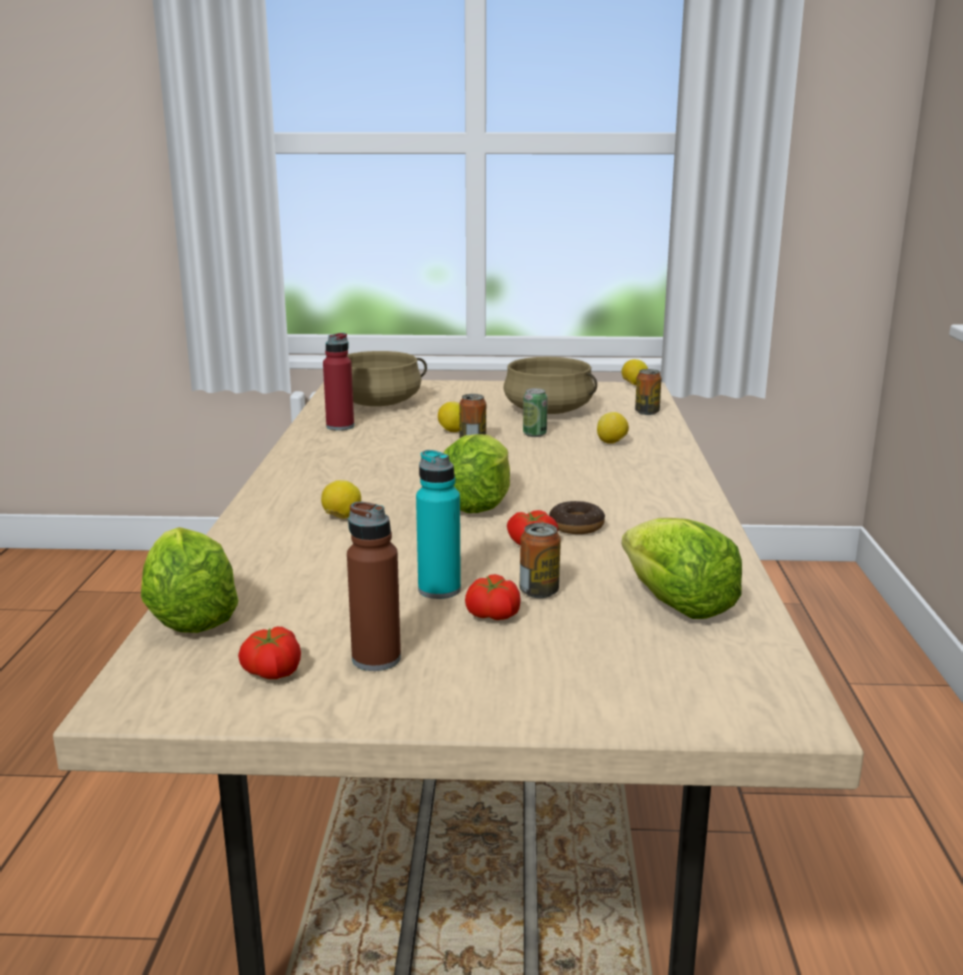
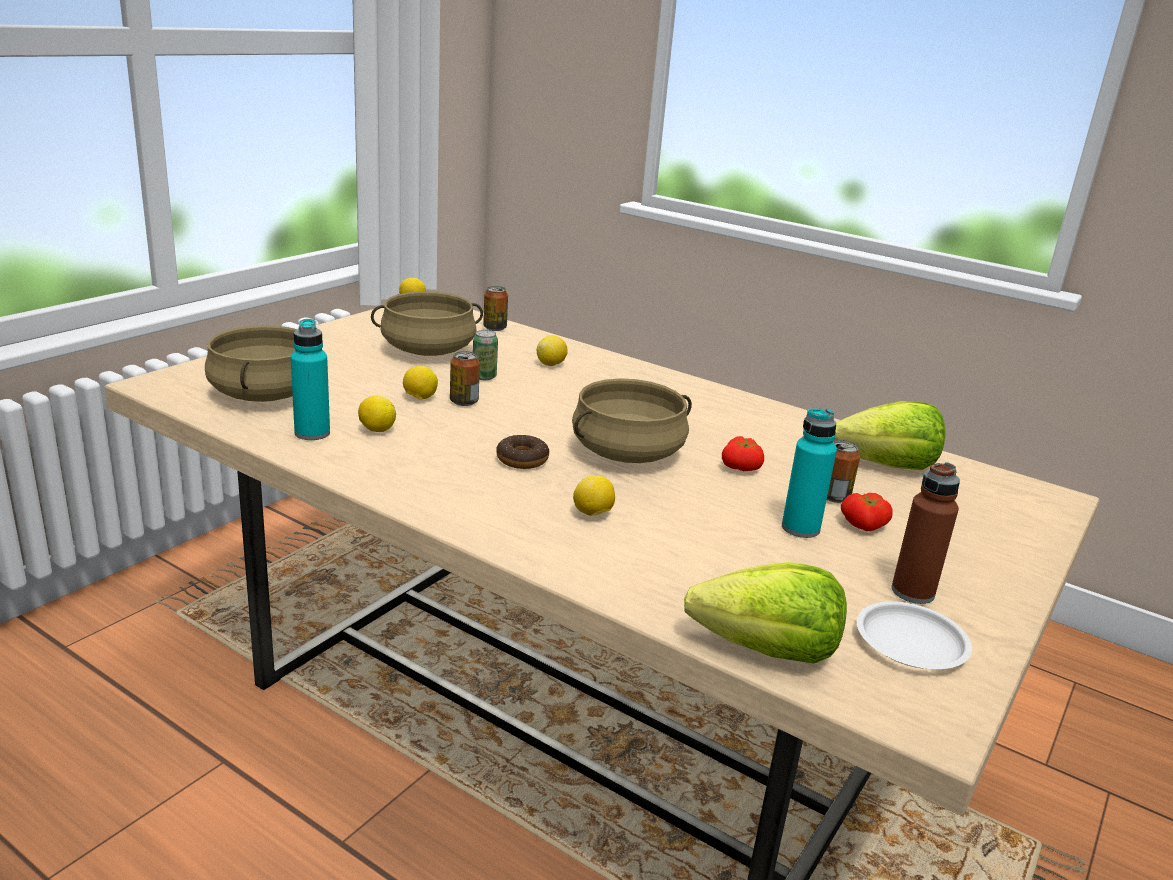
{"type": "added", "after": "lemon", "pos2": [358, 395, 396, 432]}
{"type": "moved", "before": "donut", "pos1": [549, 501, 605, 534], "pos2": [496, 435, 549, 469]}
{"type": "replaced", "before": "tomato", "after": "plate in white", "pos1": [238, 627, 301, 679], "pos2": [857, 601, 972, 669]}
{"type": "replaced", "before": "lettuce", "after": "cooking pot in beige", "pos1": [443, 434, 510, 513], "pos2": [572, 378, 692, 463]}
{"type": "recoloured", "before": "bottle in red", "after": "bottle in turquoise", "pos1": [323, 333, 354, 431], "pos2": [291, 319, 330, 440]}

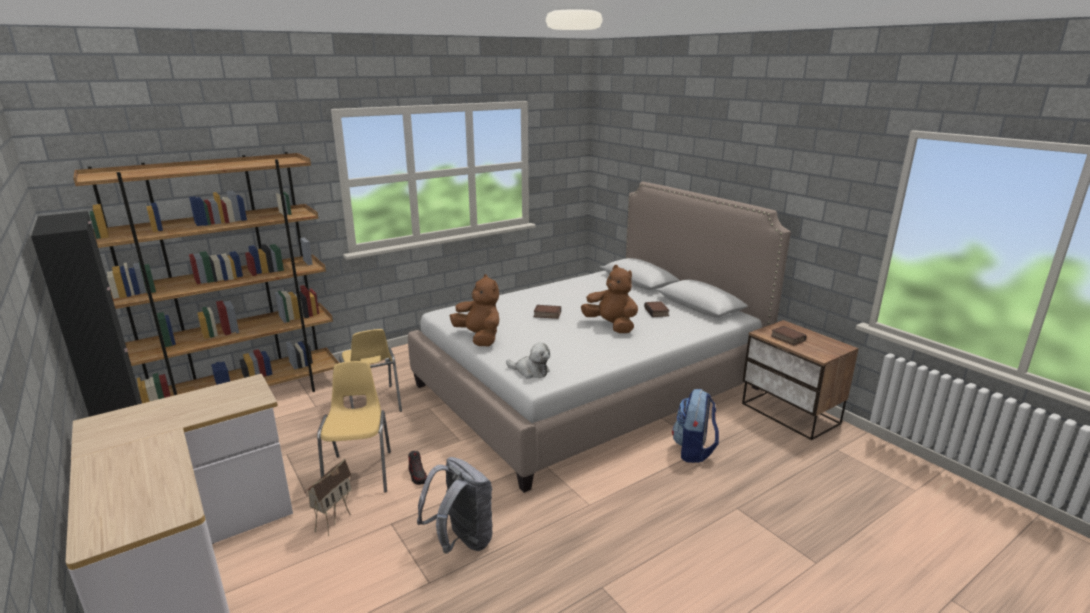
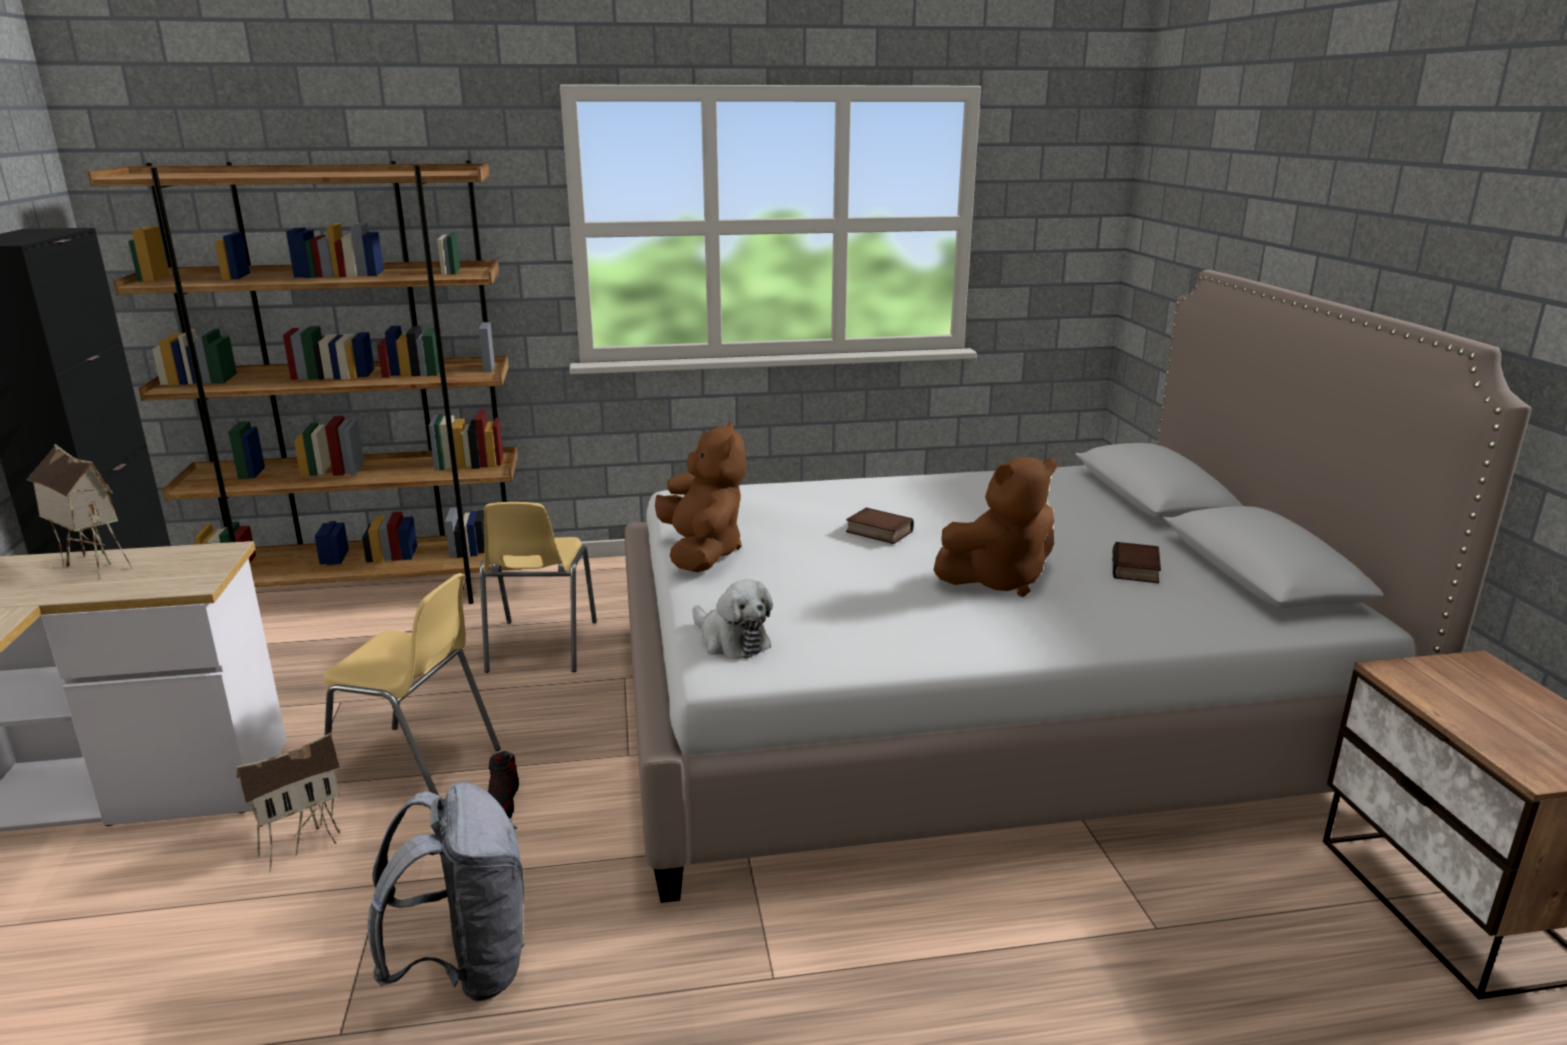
{"type": "removed", "before": "backpack", "pos1": [672, 389, 719, 463]}
{"type": "removed", "before": "book", "pos1": [771, 326, 806, 346]}
{"type": "added", "after": "toy house", "pos2": [27, 444, 133, 580]}
{"type": "turned", "before": "chair in yellow", "pos1": [317, 361, 391, 493], "pos2": [323, 573, 501, 796], "turn": 90}
{"type": "turned", "before": "plush toy in brown", "pos1": [581, 265, 638, 333], "pos2": [933, 457, 1057, 597], "turn": 90}

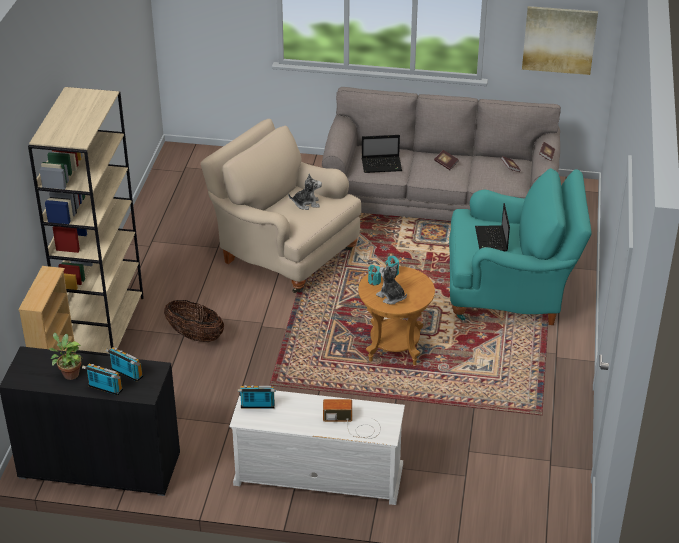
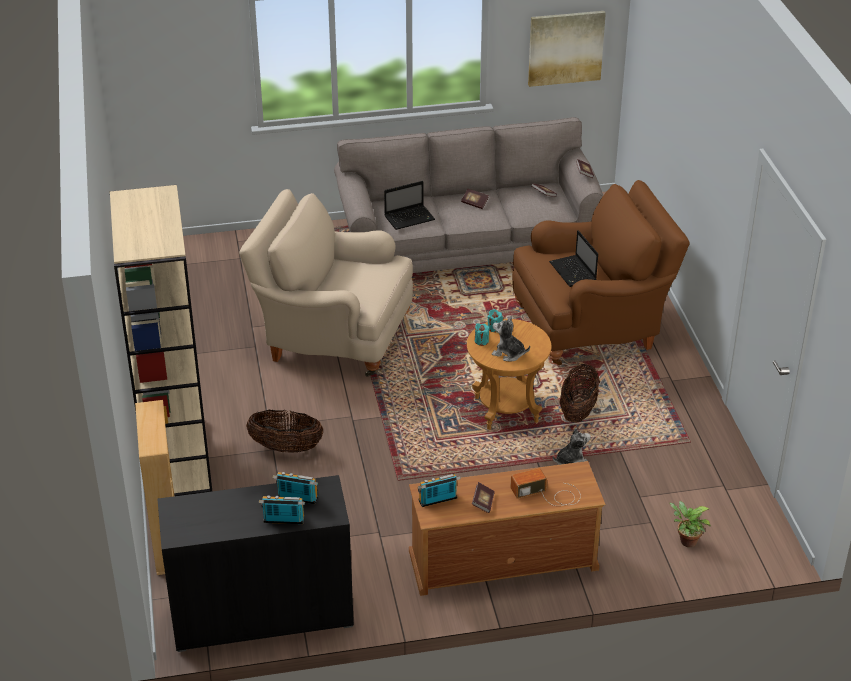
{"type": "added", "after": "book", "pos2": [472, 482, 495, 513]}
{"type": "added", "after": "basket", "pos2": [559, 364, 600, 423]}
{"type": "moved", "before": "potted plant", "pos1": [49, 333, 82, 380], "pos2": [669, 501, 711, 547]}
{"type": "moved", "before": "plush toy", "pos1": [288, 173, 322, 210], "pos2": [553, 428, 591, 465]}
{"type": "recoloured", "before": "tv stand in white", "after": "tv stand in brown", "pos1": [229, 391, 405, 505], "pos2": [409, 461, 606, 596]}
{"type": "recoloured", "before": "armchair in turquoise", "after": "armchair in brown", "pos1": [449, 168, 592, 325], "pos2": [512, 180, 690, 365]}

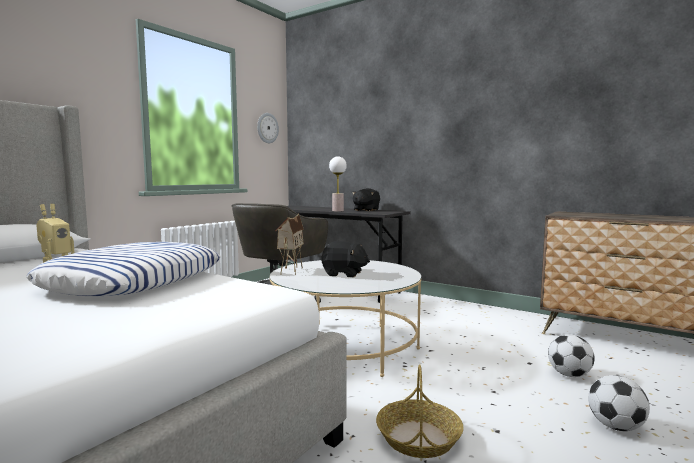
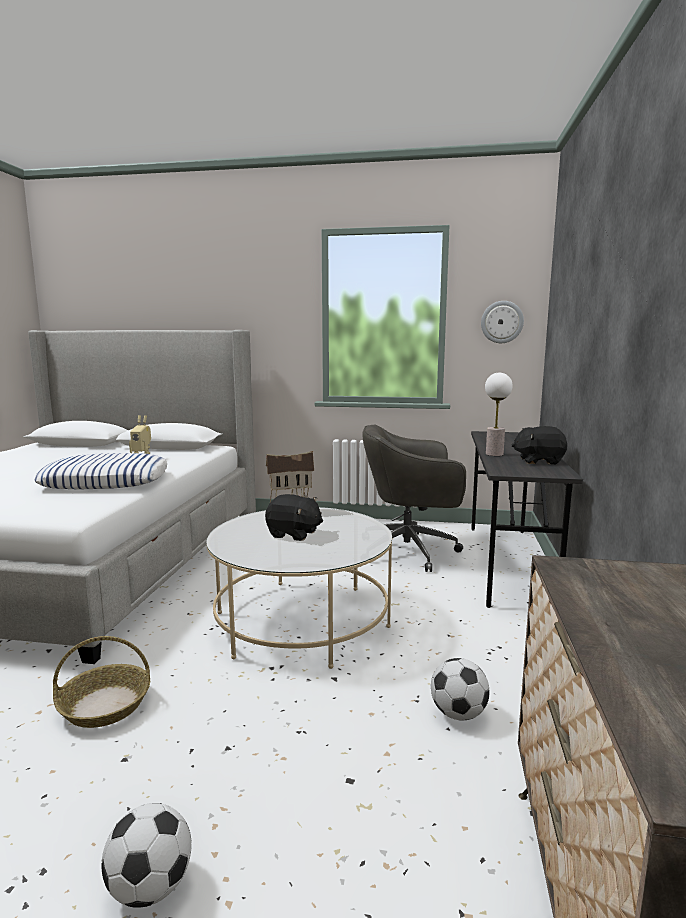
{"type": "moved", "before": "football", "pos1": [548, 334, 595, 377], "pos2": [431, 658, 490, 720]}
{"type": "turned", "before": "plush toy in black", "pos1": [321, 241, 370, 278], "pos2": [265, 494, 323, 541], "turn": -60}

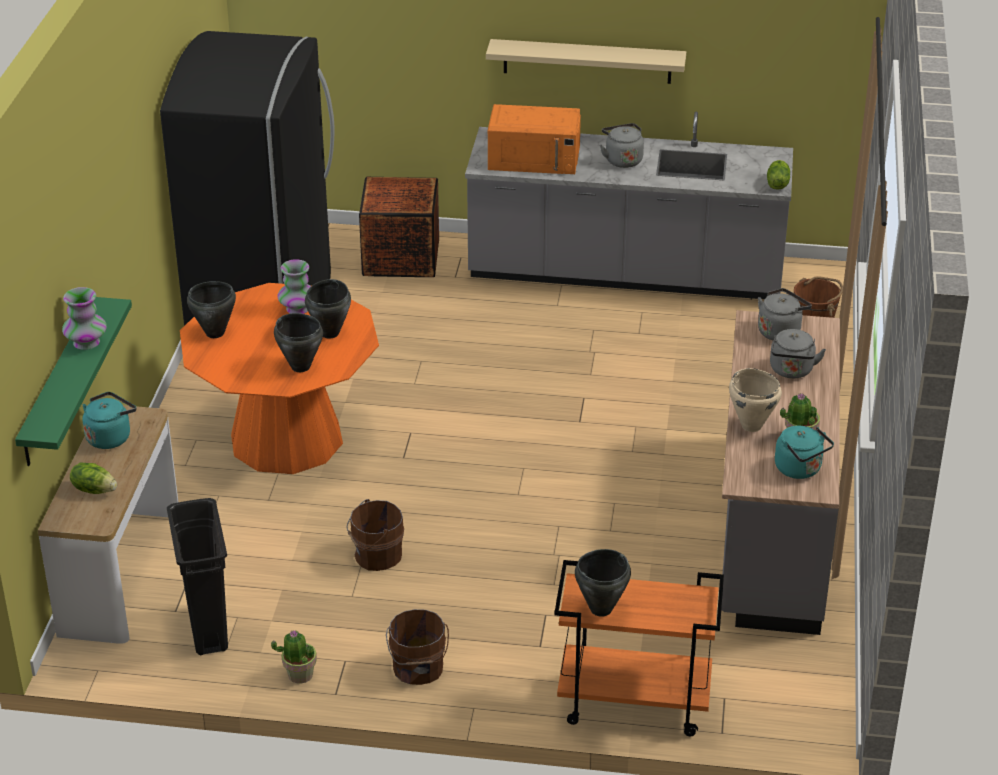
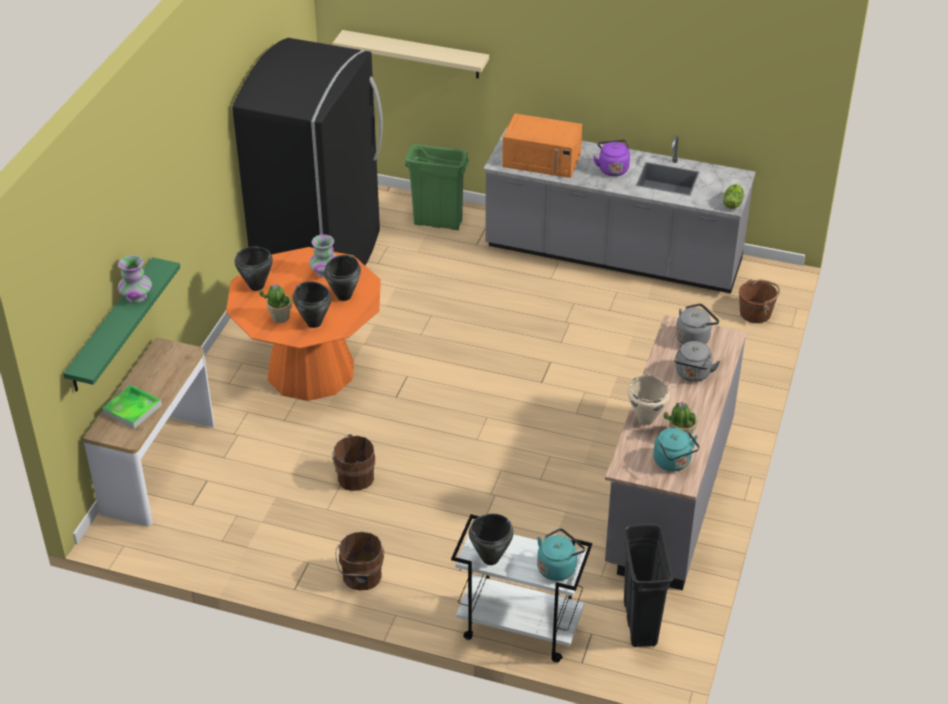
{"type": "moved", "before": "kettle in turquoise", "pos1": [82, 392, 136, 449], "pos2": [537, 528, 585, 581]}
{"type": "moved", "before": "trash can in black", "pos1": [167, 498, 228, 655], "pos2": [622, 523, 674, 647]}
{"type": "moved", "before": "potted plant", "pos1": [271, 631, 317, 684], "pos2": [259, 283, 292, 323]}
{"type": "moved", "before": "shelf in beige", "pos1": [486, 39, 686, 84], "pos2": [333, 30, 489, 79]}
{"type": "replaced", "before": "lettuce", "after": "tray", "pos1": [70, 462, 117, 494], "pos2": [103, 385, 162, 429]}
{"type": "replaced", "before": "crate", "after": "trash can in green", "pos1": [359, 177, 439, 277], "pos2": [405, 144, 469, 230]}
{"type": "recoloured", "before": "cart in orange", "after": "cart in white", "pos1": [554, 560, 724, 736], "pos2": [451, 514, 592, 662]}
{"type": "recoloured", "before": "kettle in grey", "after": "kettle in purple", "pos1": [600, 123, 644, 168], "pos2": [593, 140, 630, 176]}

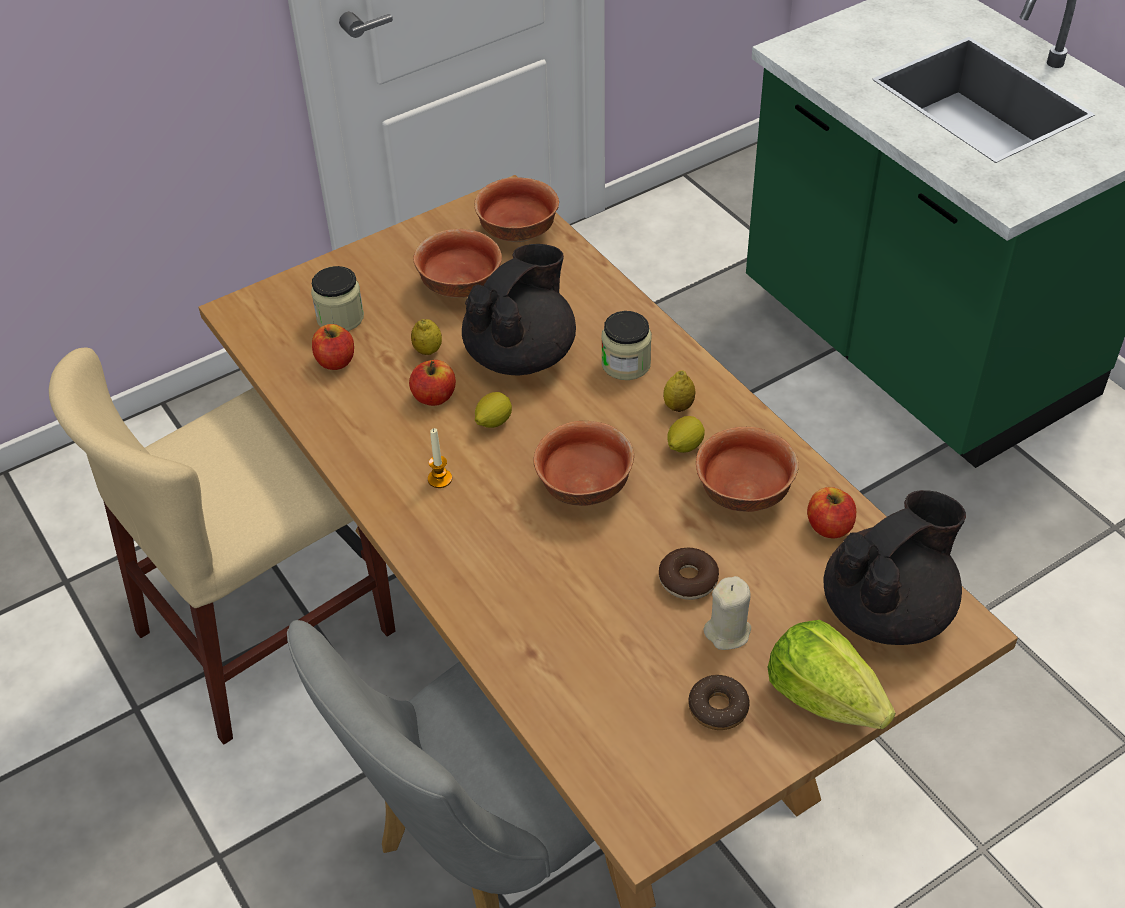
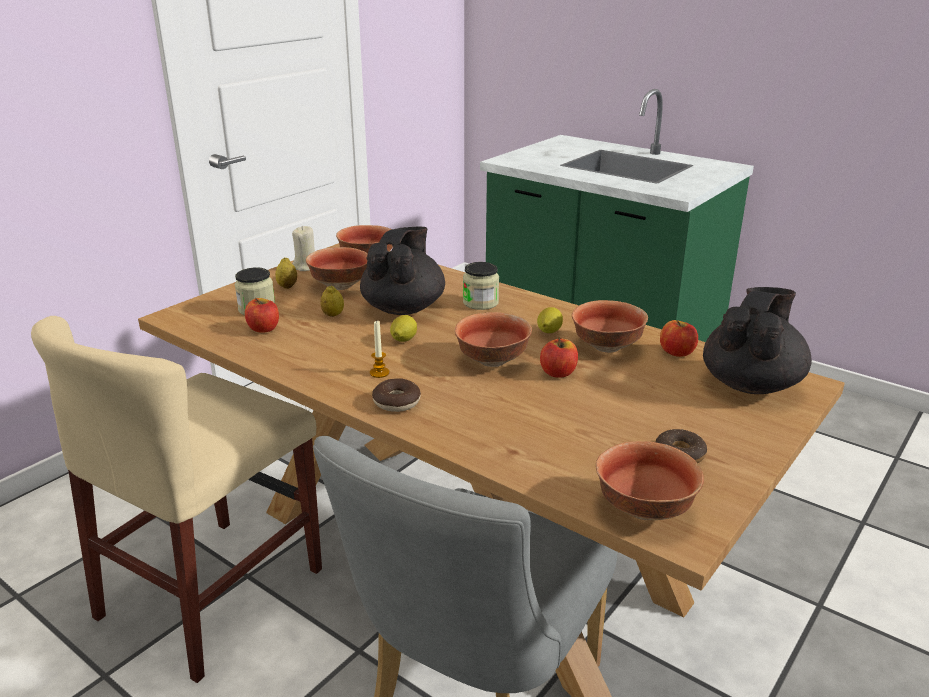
{"type": "removed", "before": "lettuce", "pos1": [767, 620, 895, 729]}
{"type": "added", "after": "bowl", "pos2": [596, 441, 704, 520]}
{"type": "moved", "before": "apple", "pos1": [409, 360, 456, 406], "pos2": [540, 337, 578, 378]}
{"type": "moved", "before": "donut", "pos1": [659, 548, 719, 600], "pos2": [372, 379, 421, 412]}
{"type": "moved", "before": "lemon", "pos1": [663, 370, 695, 412], "pos2": [275, 258, 297, 289]}
{"type": "moved", "before": "candle in beige", "pos1": [704, 576, 751, 650], "pos2": [292, 226, 315, 271]}

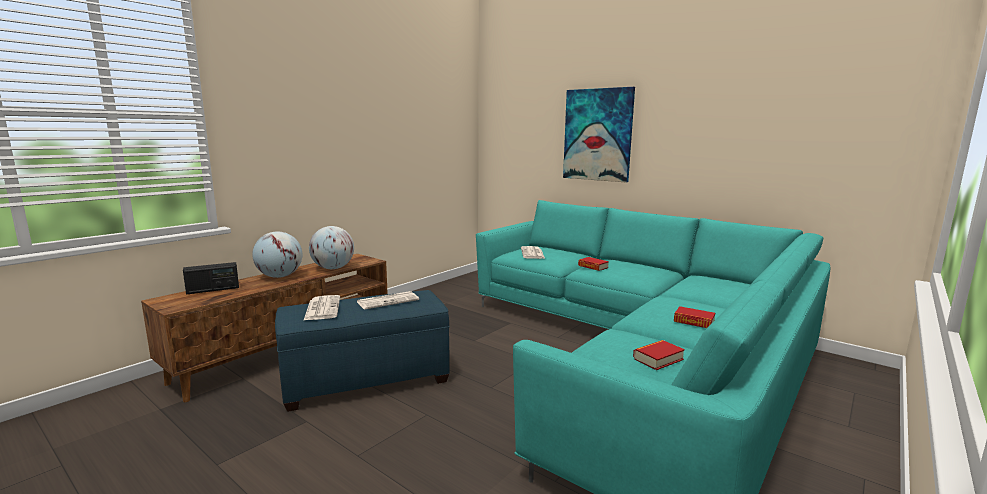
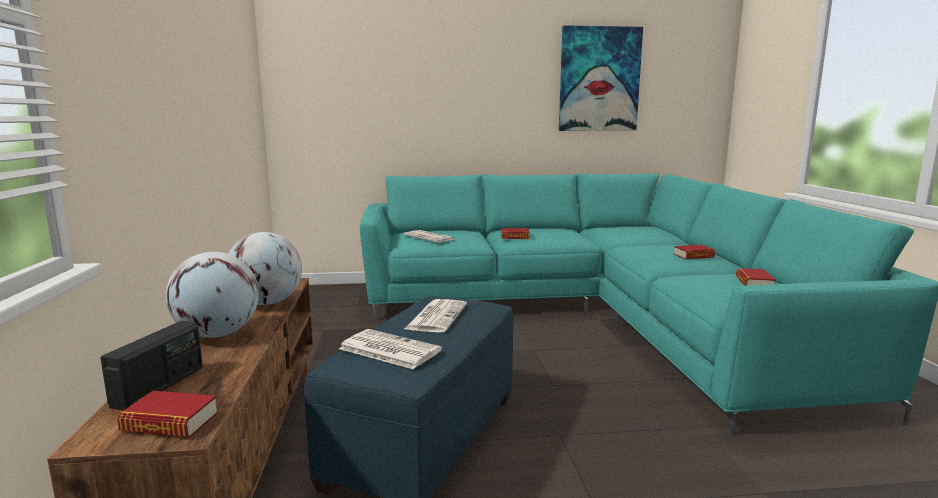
{"type": "added", "after": "book", "pos2": [117, 391, 218, 438]}
{"type": "moved", "before": "picture", "pos1": [563, 87, 635, 183], "pos2": [559, 25, 643, 131]}

